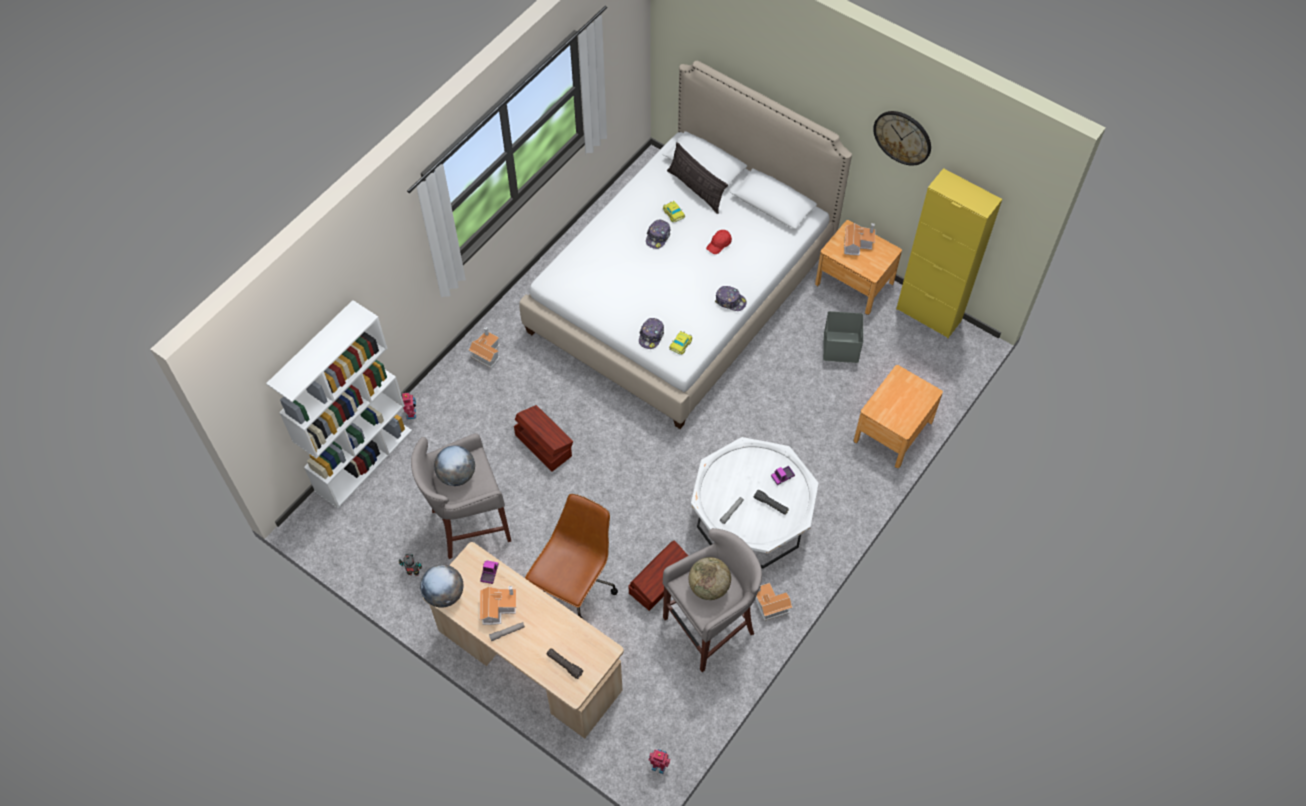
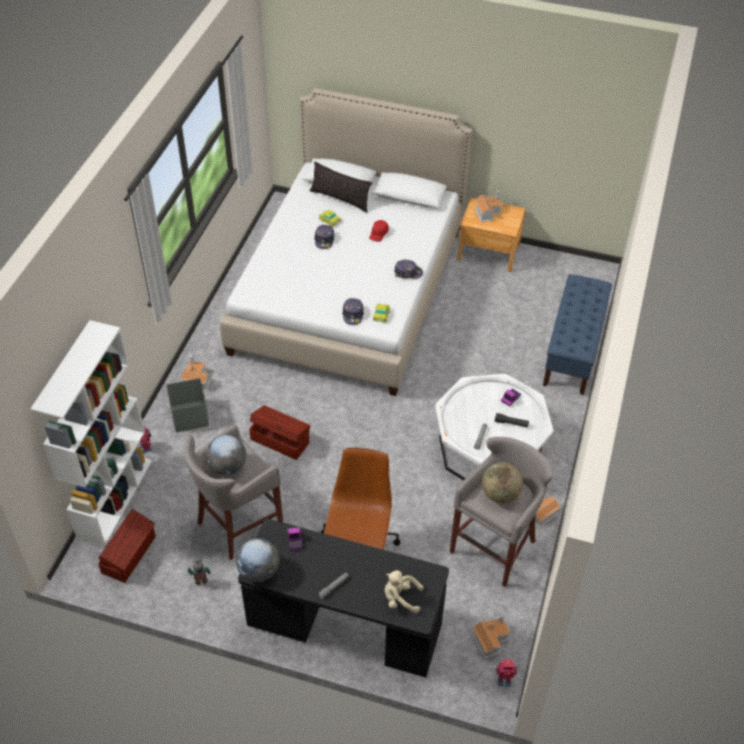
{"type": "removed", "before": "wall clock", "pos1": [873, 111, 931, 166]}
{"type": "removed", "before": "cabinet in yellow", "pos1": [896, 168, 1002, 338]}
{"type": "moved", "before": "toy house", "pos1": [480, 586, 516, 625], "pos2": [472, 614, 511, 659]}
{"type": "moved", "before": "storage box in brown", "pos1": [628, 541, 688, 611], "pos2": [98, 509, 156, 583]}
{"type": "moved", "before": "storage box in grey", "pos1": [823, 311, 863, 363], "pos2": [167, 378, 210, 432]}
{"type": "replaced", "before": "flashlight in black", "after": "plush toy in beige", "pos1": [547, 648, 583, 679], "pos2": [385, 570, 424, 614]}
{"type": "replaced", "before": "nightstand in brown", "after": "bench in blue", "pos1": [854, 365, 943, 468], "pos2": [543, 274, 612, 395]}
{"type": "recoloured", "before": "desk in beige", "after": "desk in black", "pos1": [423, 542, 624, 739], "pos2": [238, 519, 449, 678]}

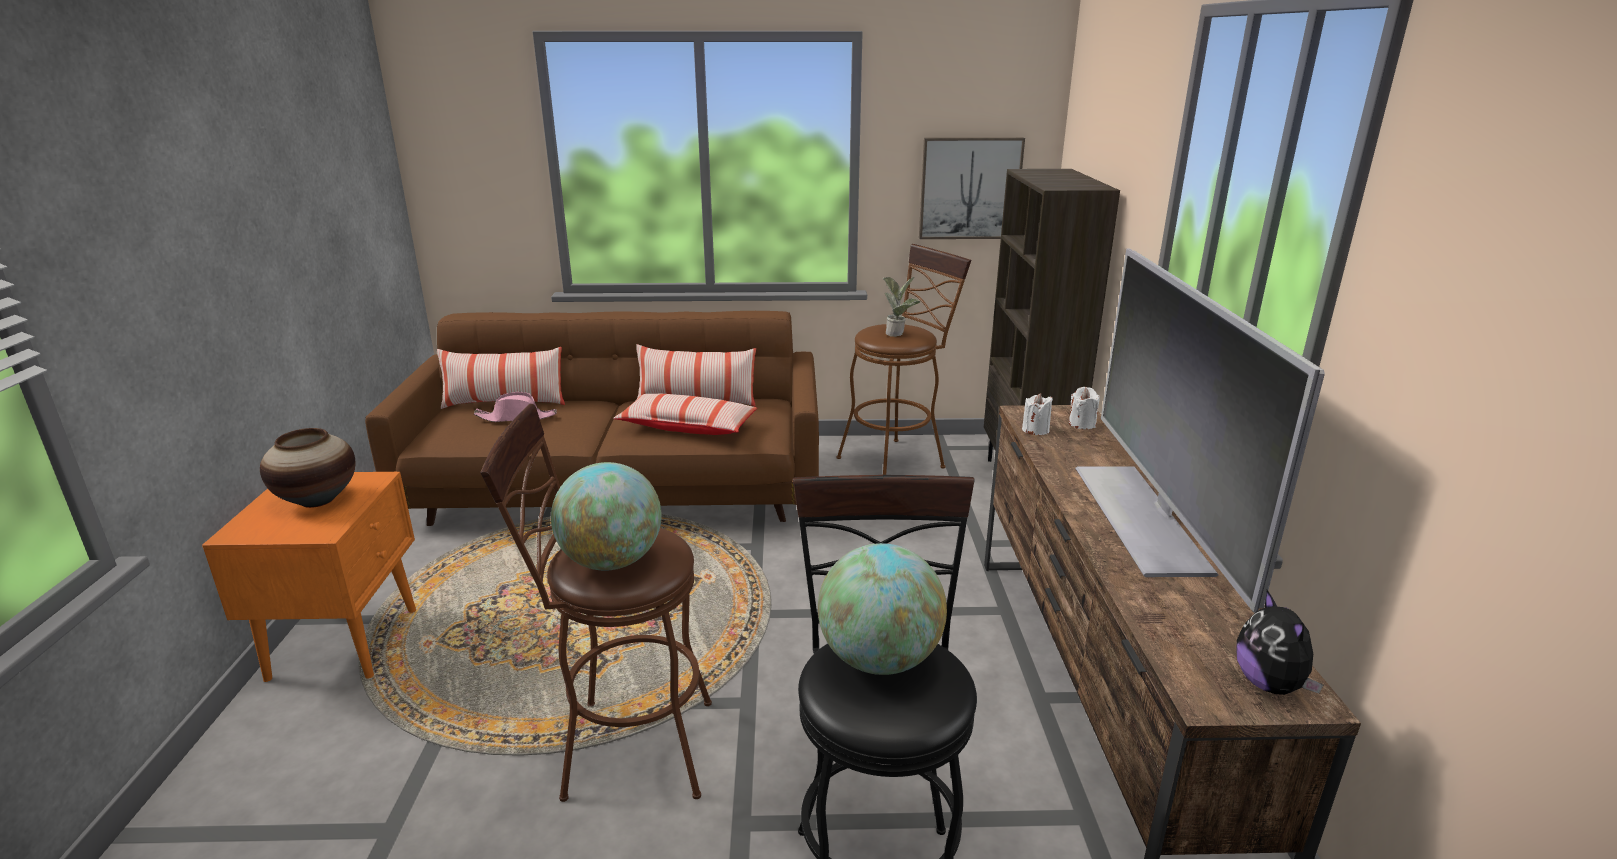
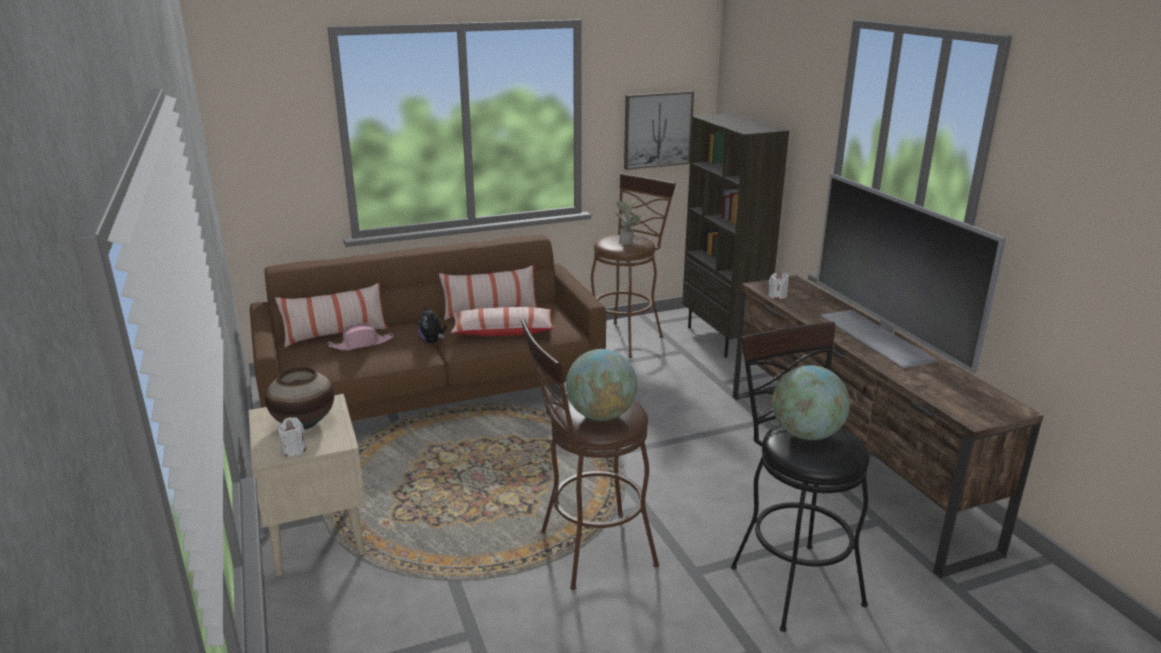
{"type": "moved", "before": "candle in white", "pos1": [1069, 387, 1100, 429], "pos2": [277, 417, 306, 457]}
{"type": "moved", "before": "plush toy", "pos1": [1237, 590, 1323, 695], "pos2": [417, 305, 447, 343]}
{"type": "recoloured", "before": "nightstand in orange", "after": "nightstand in beige", "pos1": [202, 472, 416, 682], "pos2": [249, 394, 366, 576]}

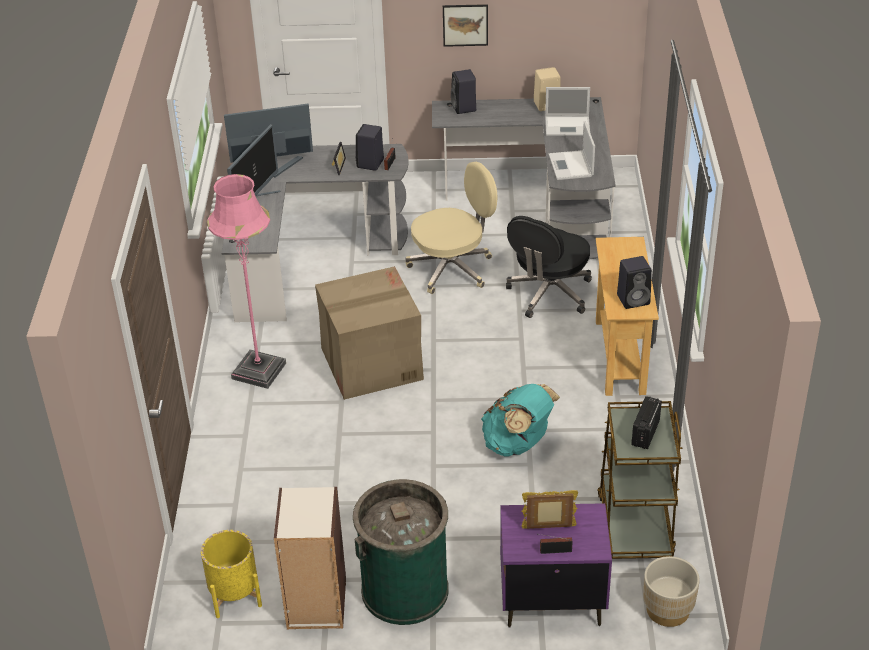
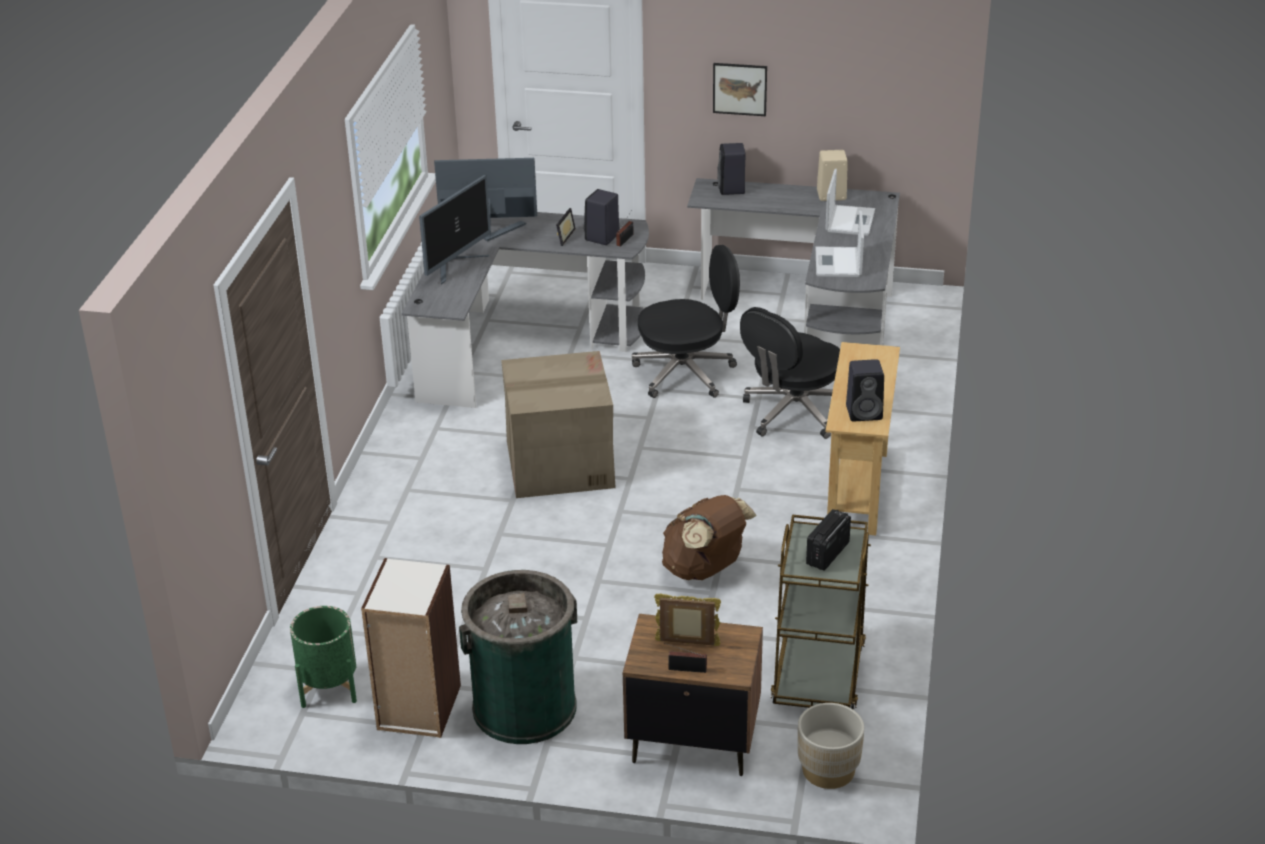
{"type": "removed", "before": "floor lamp in pink", "pos1": [207, 174, 286, 389]}
{"type": "recoloured", "before": "planter in yellow", "after": "planter in green", "pos1": [201, 530, 262, 618], "pos2": [290, 606, 357, 708]}
{"type": "recoloured", "before": "office chair in beige", "after": "office chair in black", "pos1": [405, 162, 498, 294], "pos2": [632, 245, 740, 398]}
{"type": "recoloured", "before": "backpack in turquoise", "after": "backpack in brown", "pos1": [481, 384, 560, 457], "pos2": [662, 495, 757, 580]}
{"type": "recoloured", "before": "nightstand in purple", "after": "nightstand in brown", "pos1": [500, 503, 612, 628], "pos2": [623, 614, 763, 776]}
{"type": "turned", "before": "laptop", "pos1": [545, 87, 590, 136], "pos2": [825, 169, 875, 236], "turn": -90}

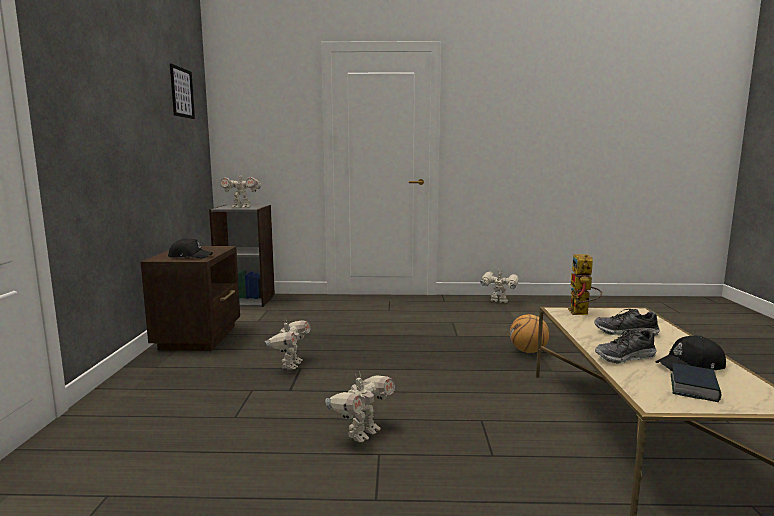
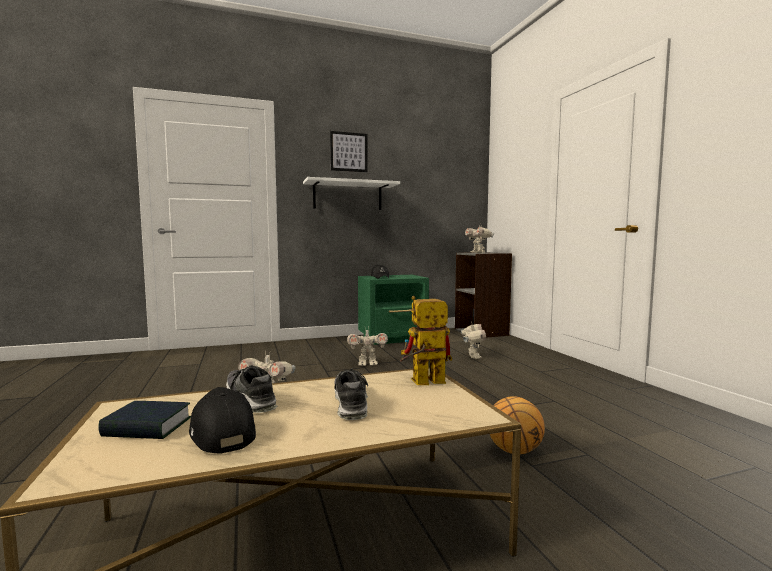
{"type": "added", "after": "shelf in white", "pos2": [303, 177, 400, 210]}
{"type": "moved", "before": "picture", "pos1": [170, 64, 195, 119], "pos2": [330, 131, 368, 172]}
{"type": "moved", "before": "toy robot", "pos1": [480, 271, 519, 303], "pos2": [461, 322, 486, 359]}
{"type": "recoloured", "before": "nightstand in brown", "after": "nightstand in green", "pos1": [141, 246, 240, 351], "pos2": [358, 275, 429, 345]}

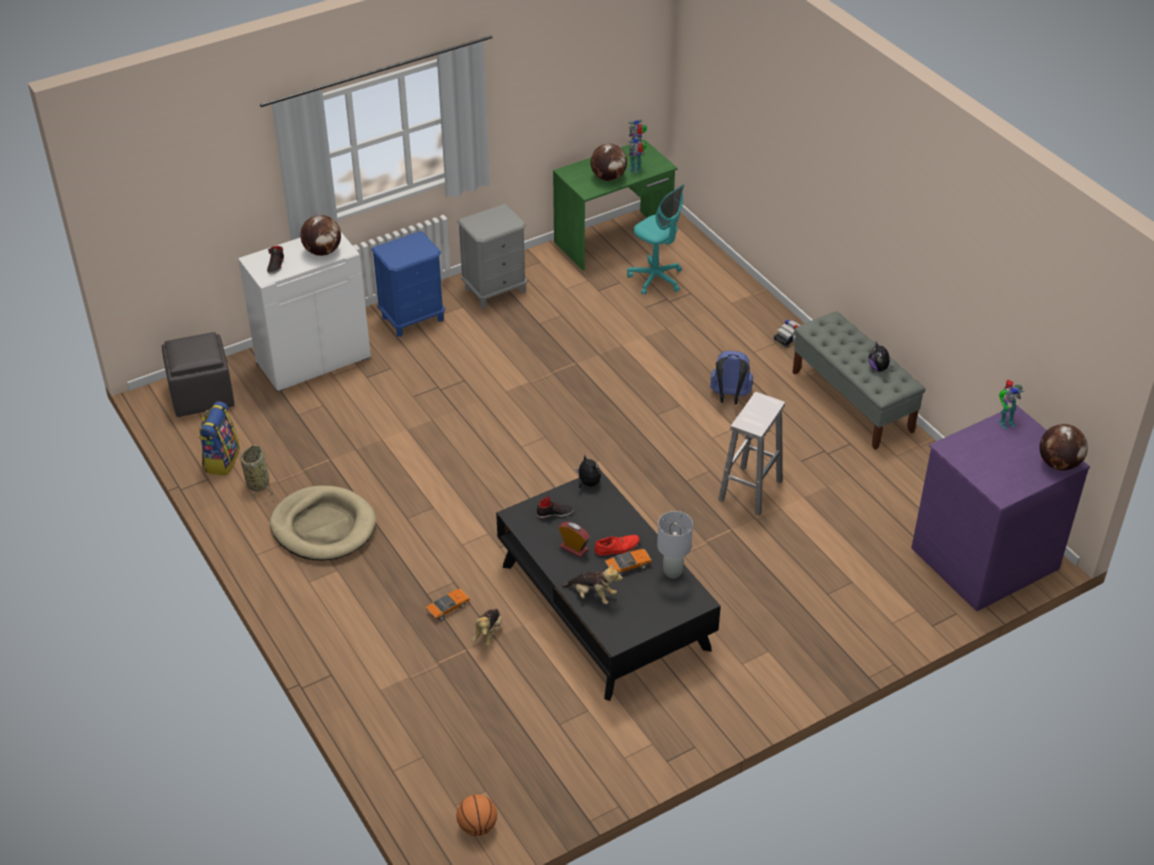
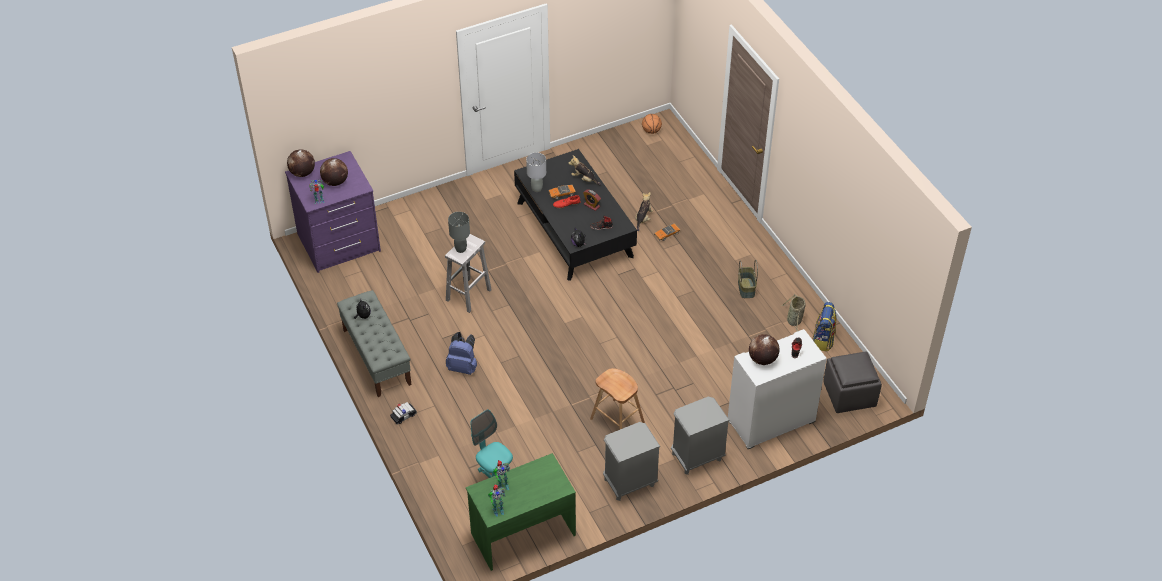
{"type": "added", "after": "table lamp in grey", "pos2": [448, 212, 470, 253]}
{"type": "added", "after": "stool in brown", "pos2": [590, 368, 645, 430]}
{"type": "moved", "before": "globe", "pos1": [591, 144, 627, 181], "pos2": [320, 158, 348, 186]}
{"type": "replaced", "before": "dog bed in beige", "after": "basket", "pos1": [270, 486, 376, 561], "pos2": [738, 259, 758, 298]}
{"type": "recoloured", "before": "nightstand in blue", "after": "nightstand in grey", "pos1": [371, 231, 445, 337], "pos2": [671, 396, 730, 475]}

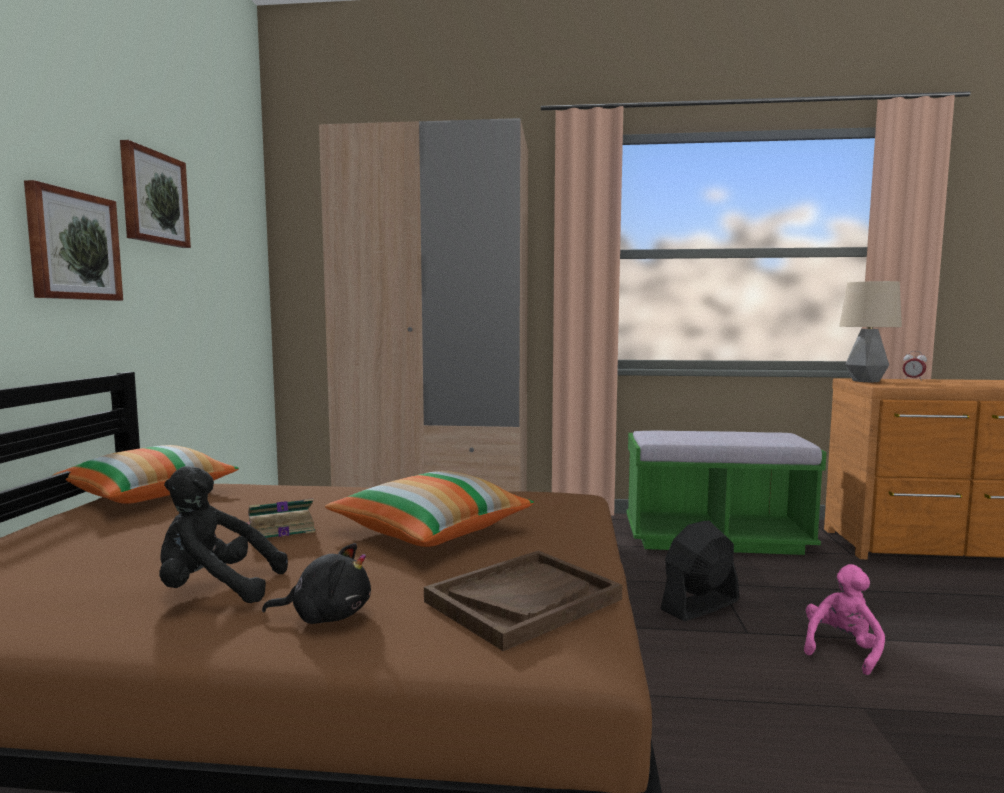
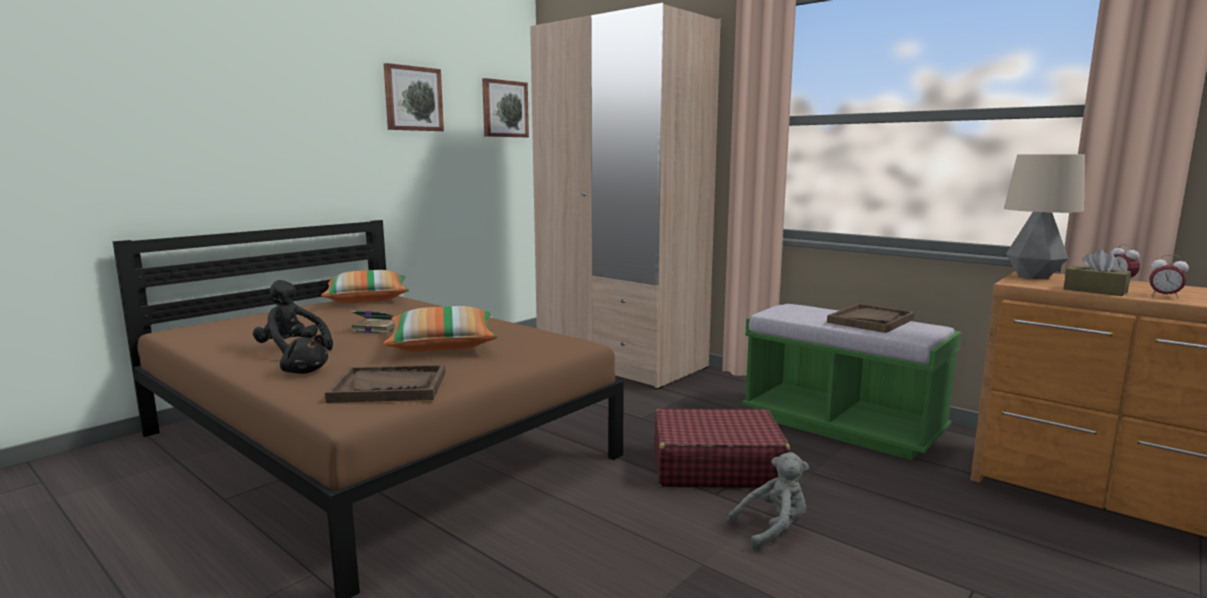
{"type": "added", "after": "tray in brown", "pos2": [827, 304, 915, 333]}
{"type": "added", "after": "tissue box in brown", "pos2": [1063, 249, 1131, 296]}
{"type": "added", "after": "alarm clock", "pos2": [1149, 255, 1189, 299]}
{"type": "moved", "before": "picture", "pos1": [24, 180, 123, 301], "pos2": [482, 78, 529, 137]}
{"type": "replaced", "before": "fan in black", "after": "suitcase in red", "pos1": [660, 521, 739, 621], "pos2": [654, 409, 790, 488]}
{"type": "recoloured", "before": "plush toy in pink", "after": "plush toy in grey", "pos1": [804, 564, 885, 675], "pos2": [728, 452, 809, 551]}

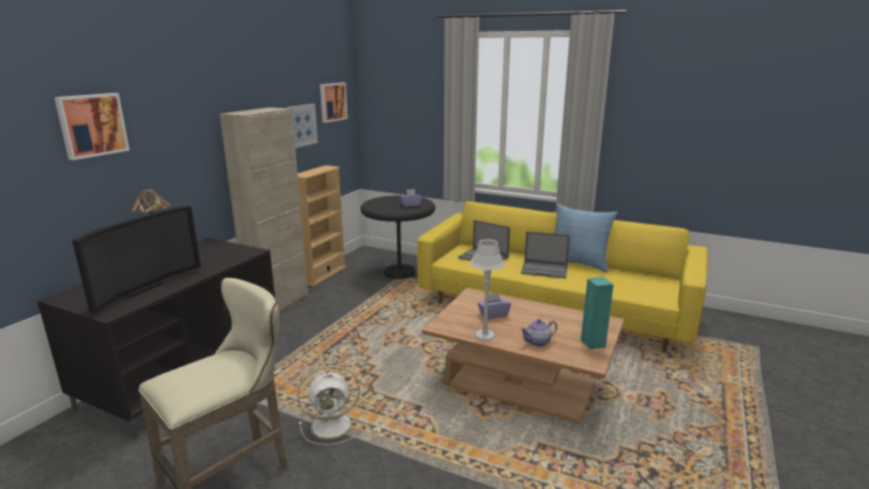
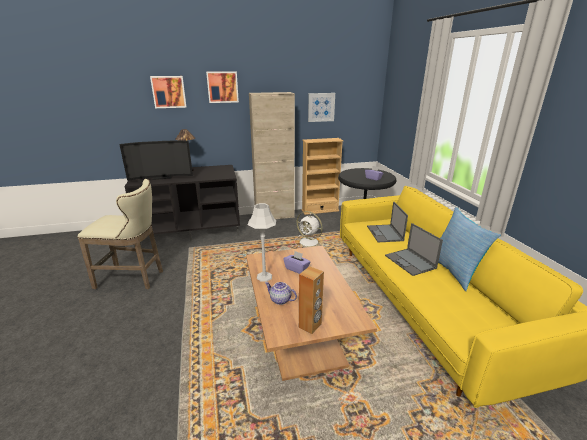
{"type": "moved", "before": "fan in white", "pos1": [297, 365, 362, 445], "pos2": [294, 211, 323, 247]}
{"type": "moved", "before": "picture", "pos1": [320, 83, 348, 123], "pos2": [206, 71, 239, 103]}
{"type": "recoloured", "before": "speaker in turquoise", "after": "speaker in brown", "pos1": [581, 277, 614, 349], "pos2": [299, 266, 324, 334]}

